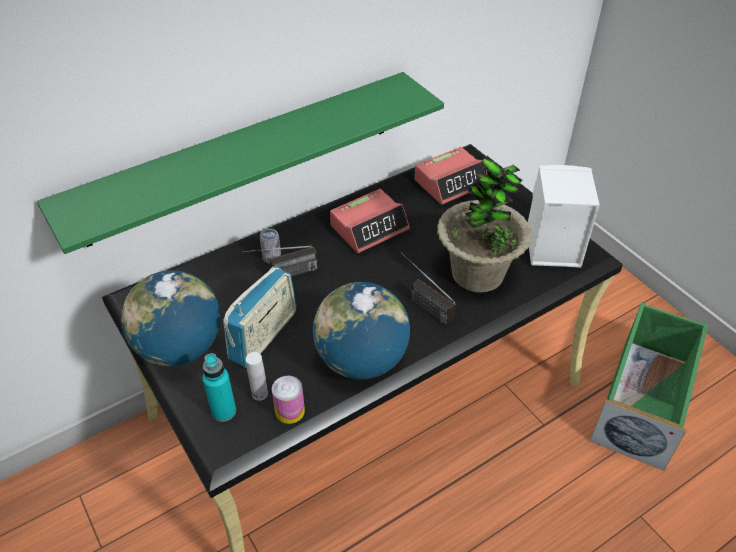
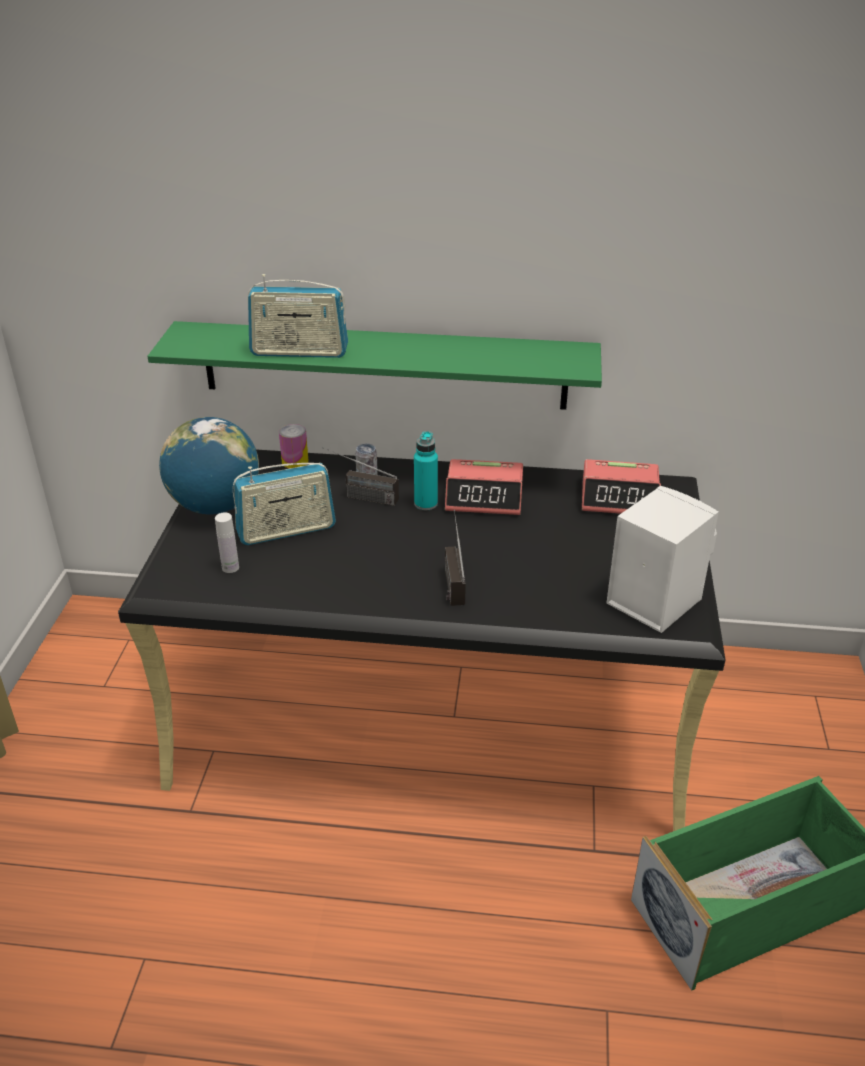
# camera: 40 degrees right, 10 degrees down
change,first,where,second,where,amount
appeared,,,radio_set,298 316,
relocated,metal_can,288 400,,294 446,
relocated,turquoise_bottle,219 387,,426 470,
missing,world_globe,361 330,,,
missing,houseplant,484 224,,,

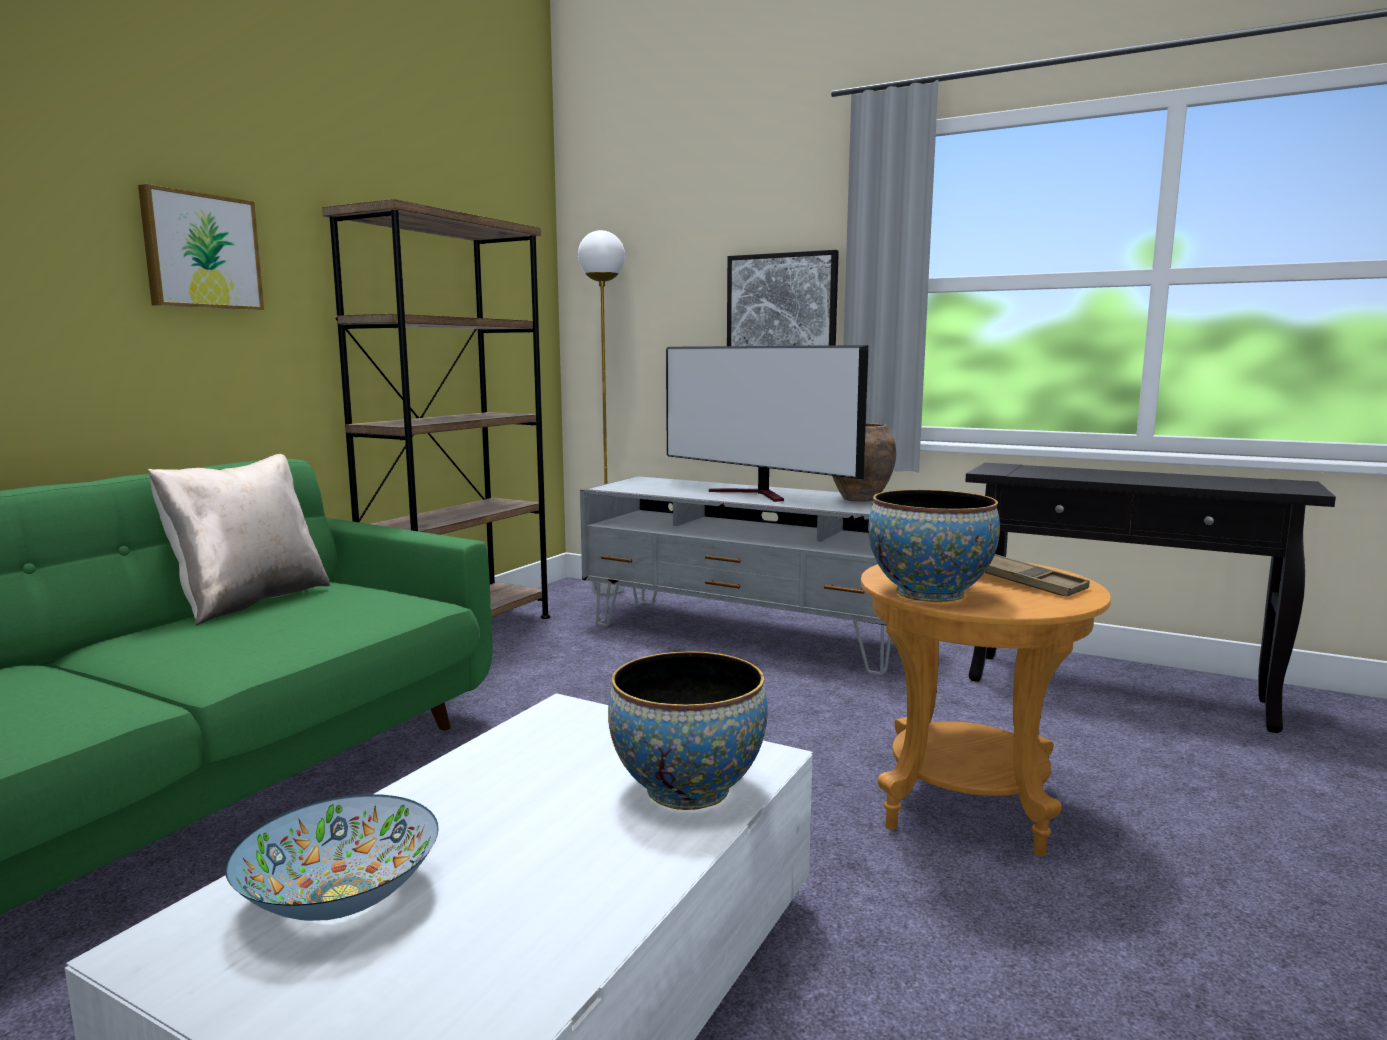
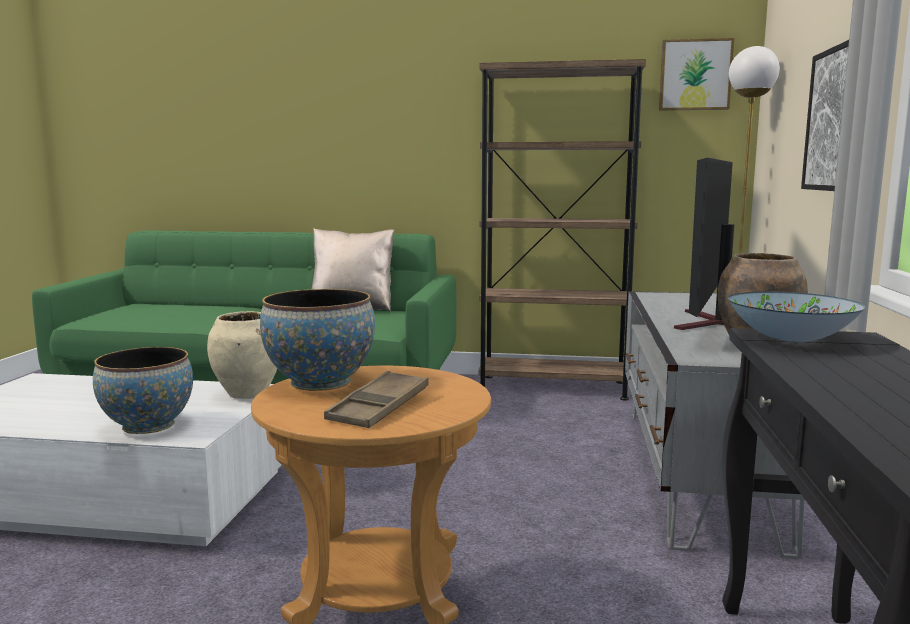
# camera: 70 degrees right, 0 degrees up
change,first,where,second,where,amount
appeared,,,beige-coloured_vase,242 355,
relocated,picture,201 247,,696 74,
relocated,deep_dish,332 857,,796 317,

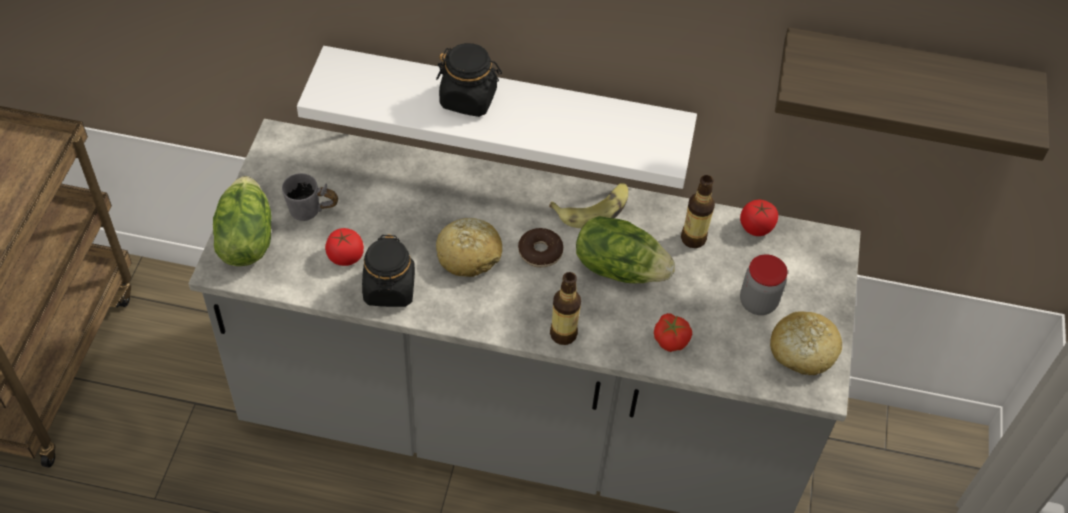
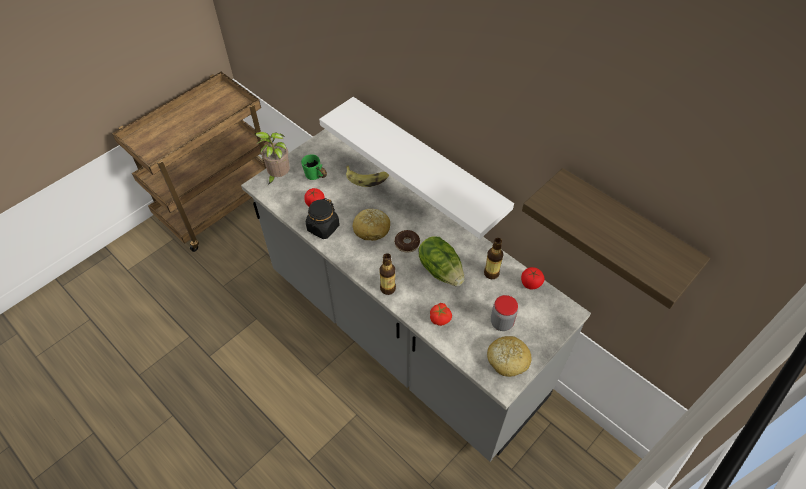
# camera: 35 degrees right, 0 degrees up
change,first,where,second,where,amount
exchanged,lettuce,242 221,houseplant,272 158,
colour,gray_coffee_mug,310 197,greenish_coffee_mug,314 167,
relocated,whole_banana,588 205,,367 176,
missing,black-coloured_preserve_jar,469 80,,,

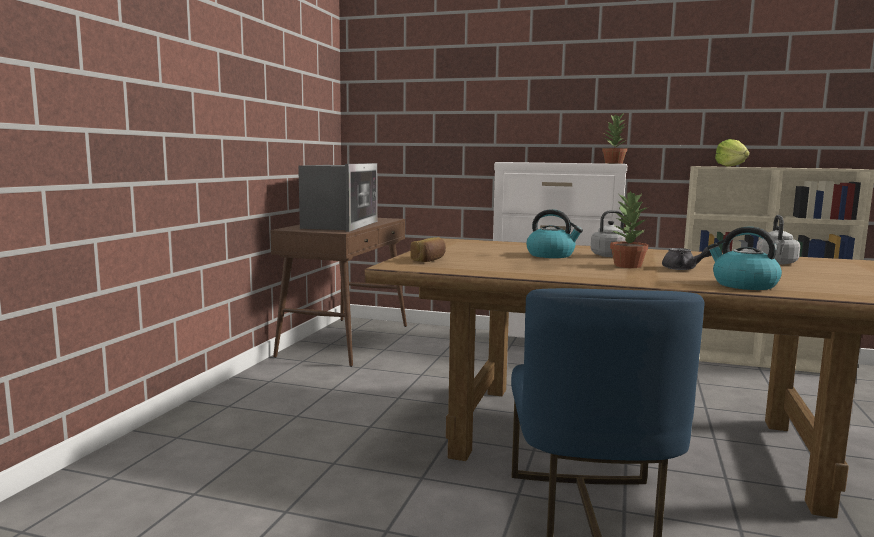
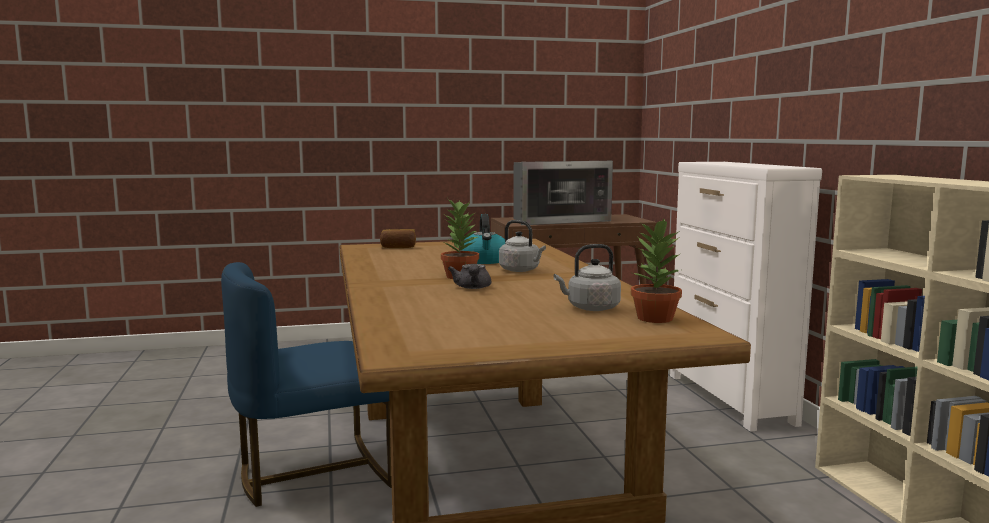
# camera: 60 degrees right, 0 degrees up
change,first,where,second,where,amount
relocated,houseplant,614 138,,656 271,
missing,tea_kettle,744 258,,,
missing,lettuce,732 152,,,

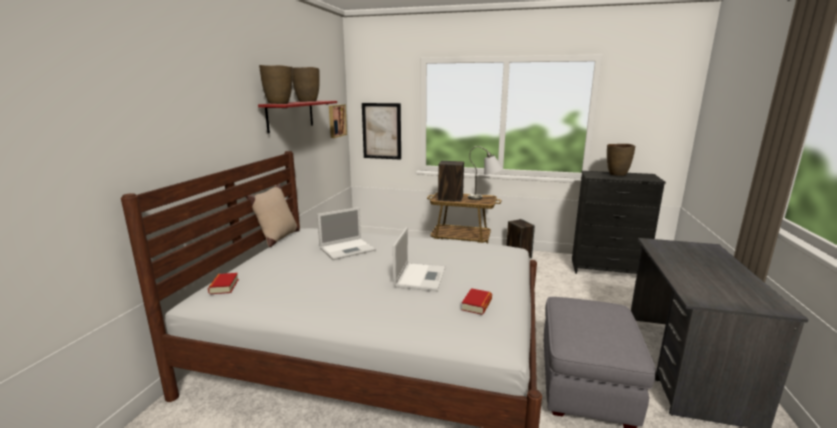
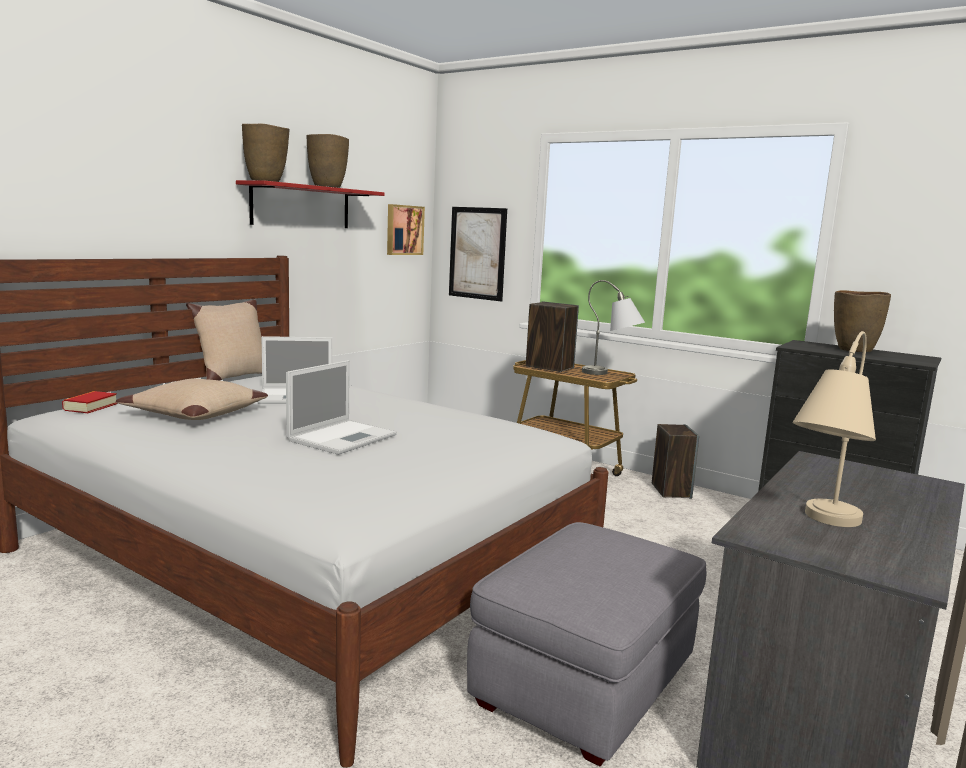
# camera: 20 degrees right, 5 degrees down
change,first,where,second,where,amount
appeared,,,beige-coloured_pillow,192 399,
appeared,,,beige-coloured_tabletop_lamp,834 429,
missing,bound_book,477 301,,,

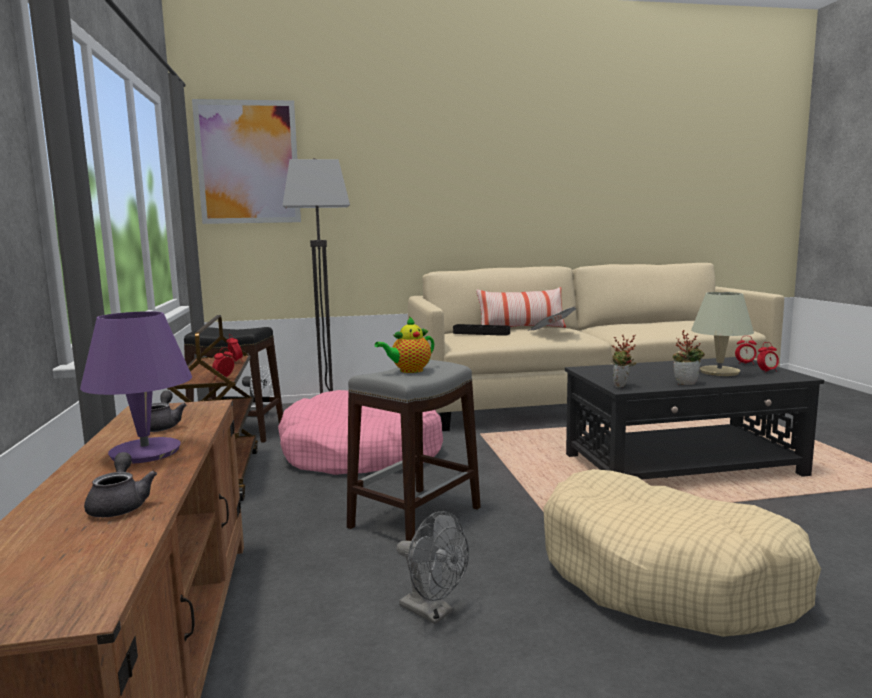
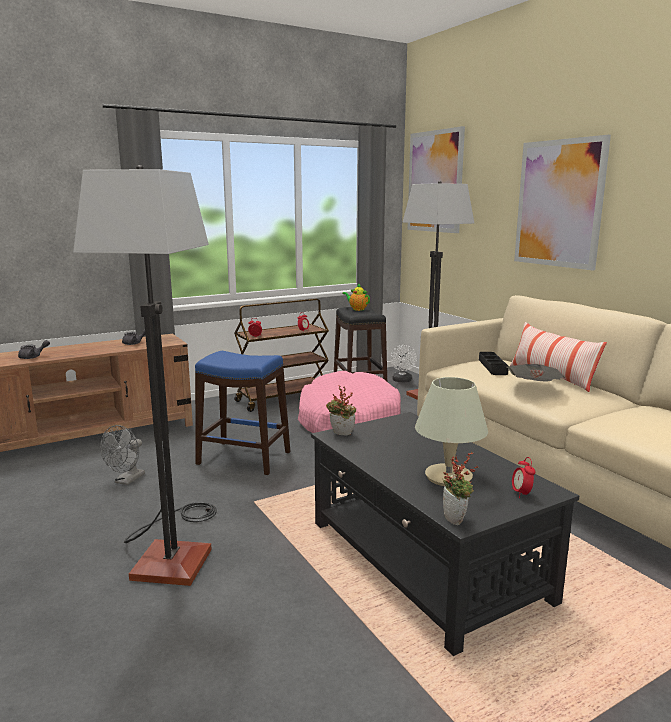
# camera: 70 degrees right, 5 degrees up
change,first,where,second,where,amount
exchanged,beige-coloured_pet_bed,682 553,standard_lamp,145 375,
colour,gray_sitting_stool,414 450,blue_sitting_stool,243 413,
relocated,teapot,404 344,,356 297,
relocated,houseplant,689 357,,460 488,
appeared,,,picture,562 202,
missing,purple-coloured_tabletop_lamp,136 387,,,
missing,alarm_clock,768 357,,,

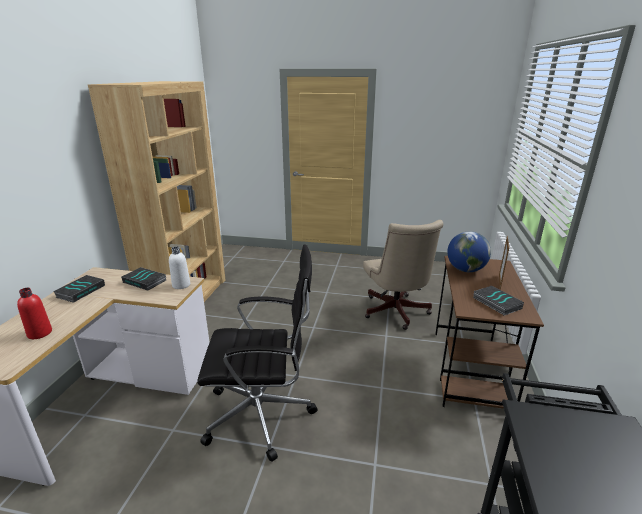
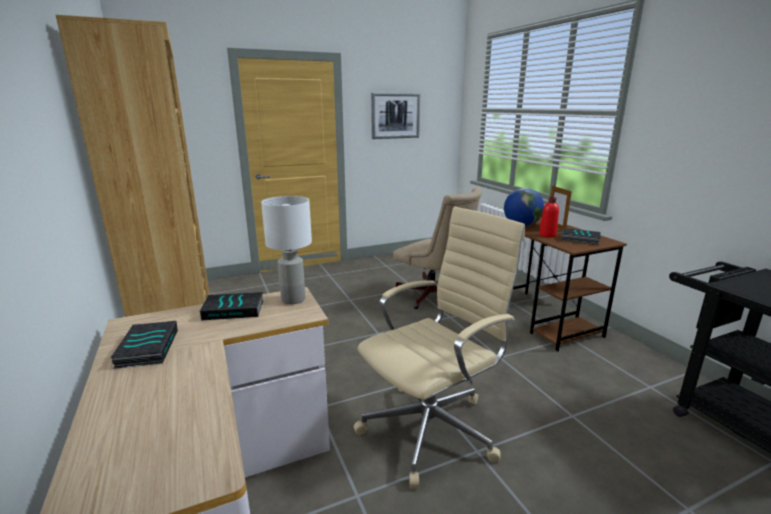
# camera: 35 degrees left, 5 degrees down
change,first,where,second,where,amount
exchanged,white_bottle,179 267,white_tabletop_lamp,286 250,
colour,black-coloured_desk_chair,257 353,beige-coloured_desk_chair,439 347,
appeared,,,picture,395 116,
relocated,reddish_bottle,34 313,,549 217,

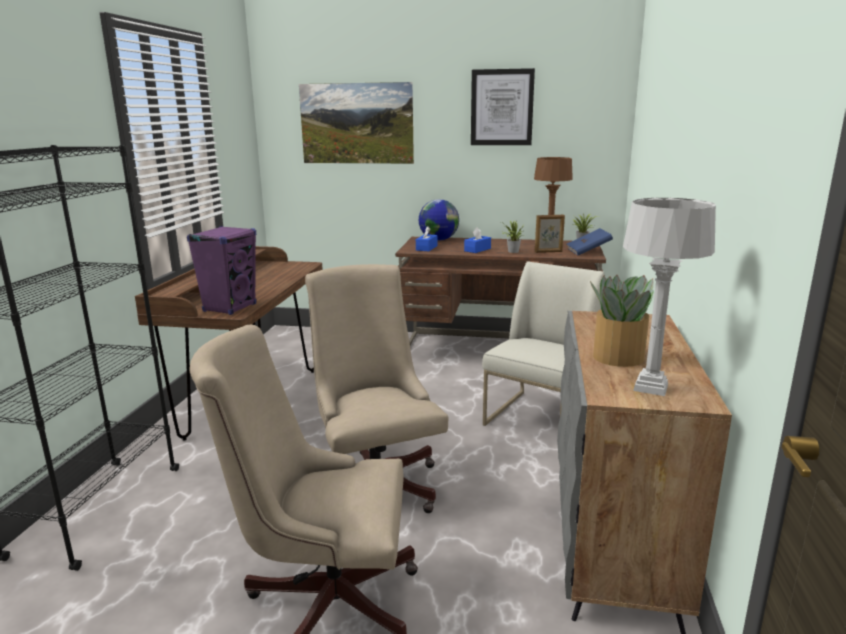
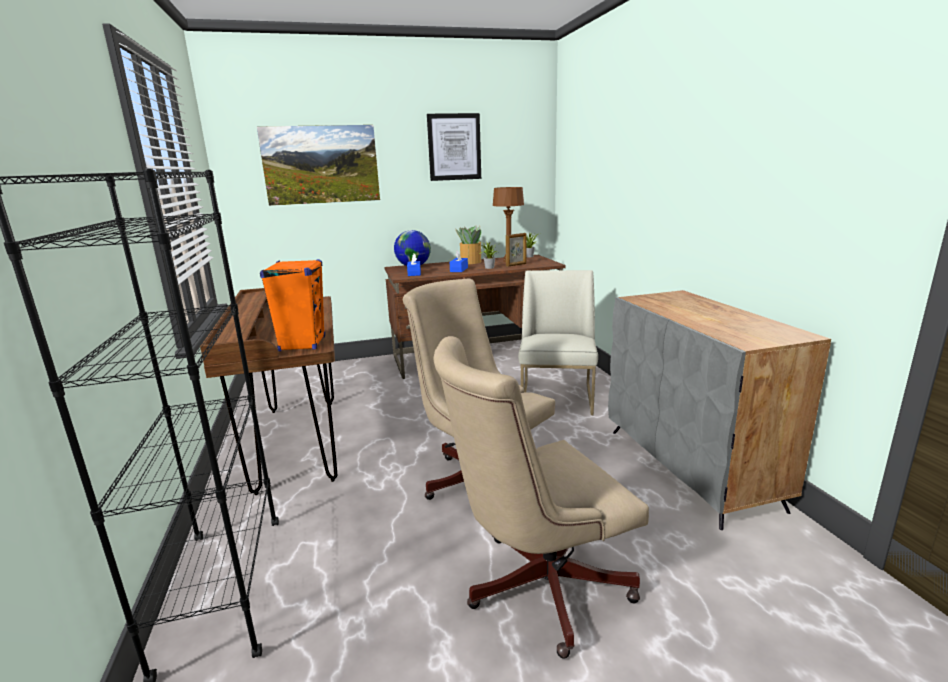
# camera: 25 degrees left, 0 degrees up
change,first,where,second,where,amount
colour,purple-coloured_loudspeaker,222 270,orange-coloured_loudspeaker,292 305,
relocated,houseplant,622 321,,468 245,
missing,blue_bound_book,590 241,,,
missing,gray_tabletop_lamp,669 297,,,

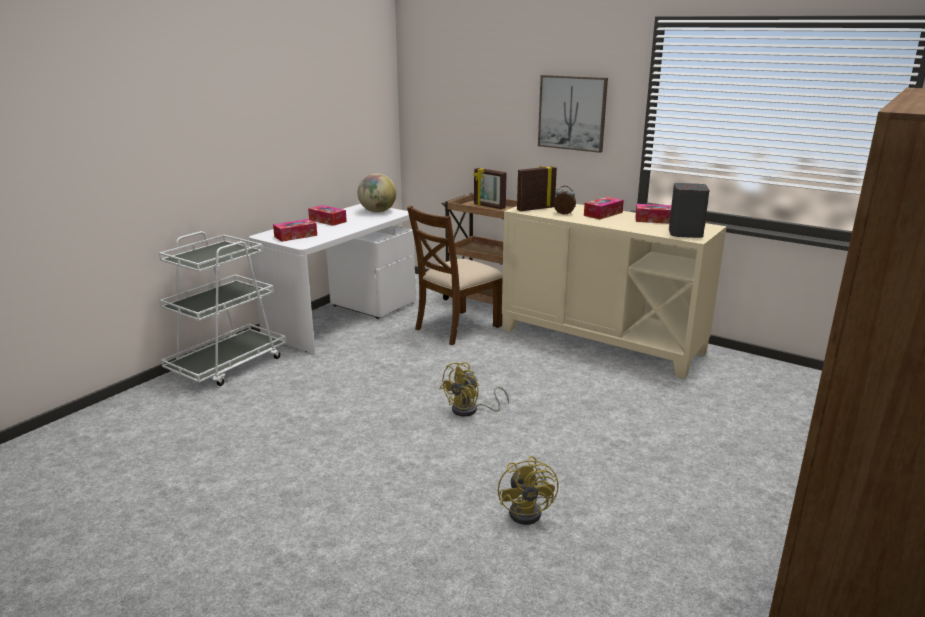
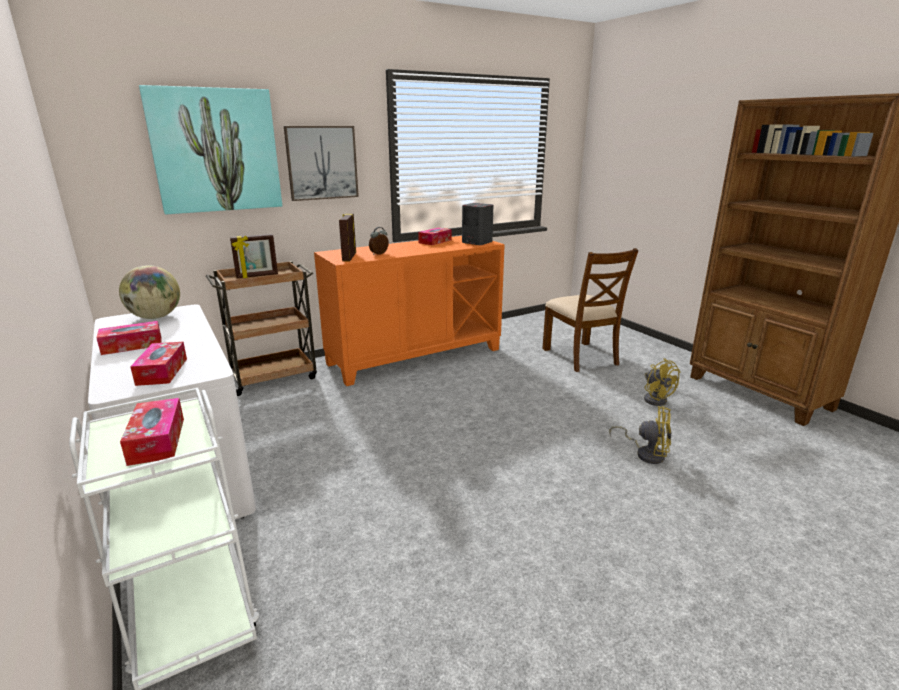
# camera: 65 degrees left, 0 degrees up
change,first,where,second,where,amount
relocated,tissue_holder,604 208,,152 432,
appeared,,,picture,210 149,
colour,beige-coloured_storage_cabinet,614 291,orange-coloured_storage_cabinet,409 311,
relocated,brown_upright_chair,455 275,,590 310,
relocated,yellow-coloured_cooling_fan,474 389,,662 382,

